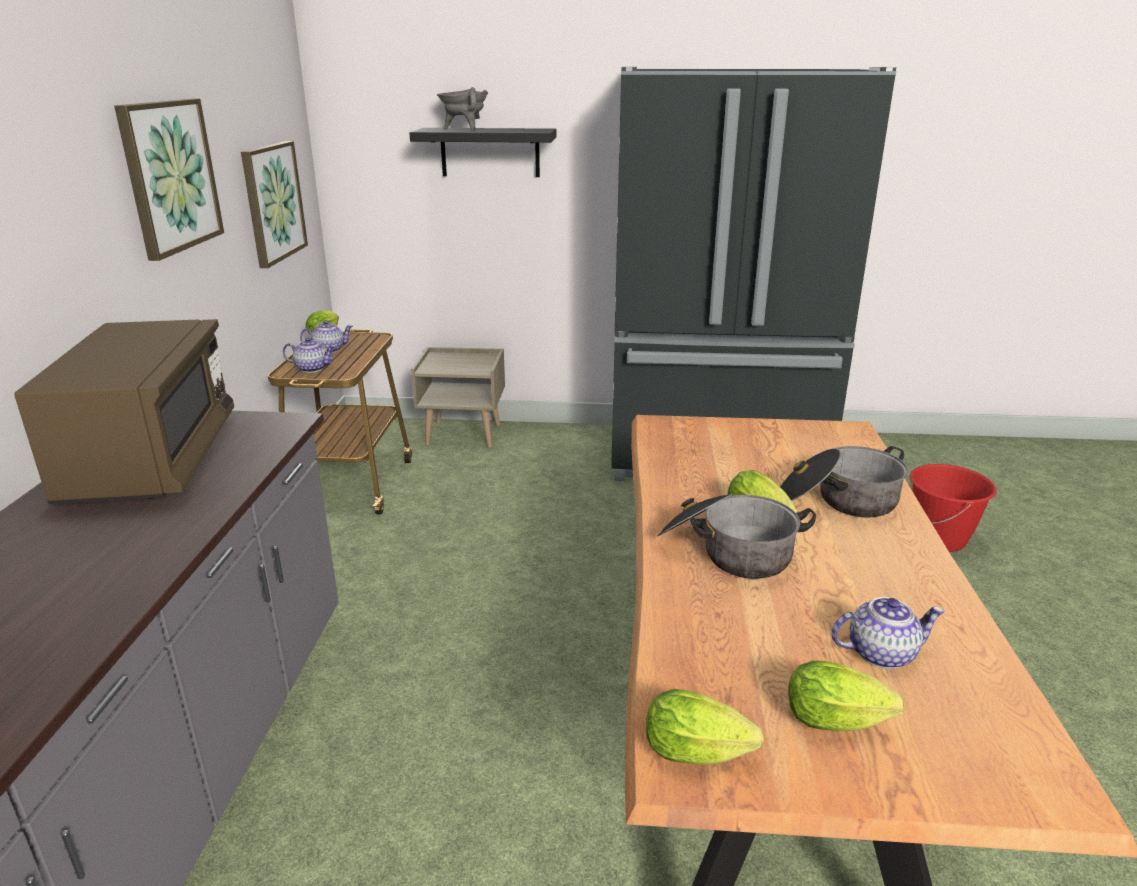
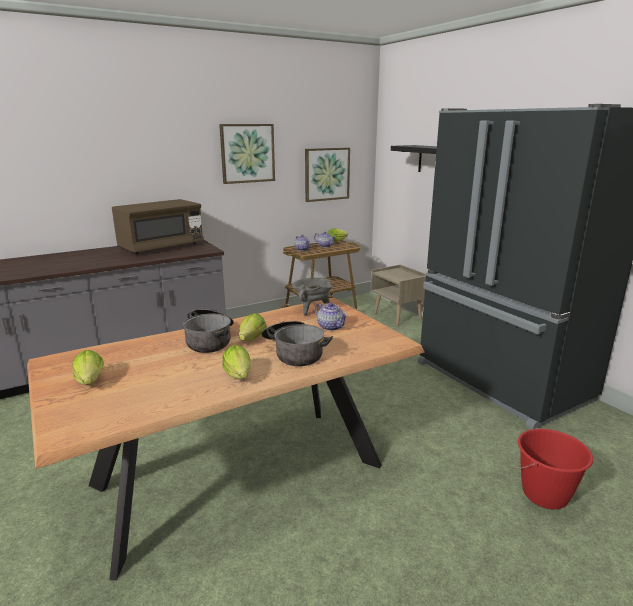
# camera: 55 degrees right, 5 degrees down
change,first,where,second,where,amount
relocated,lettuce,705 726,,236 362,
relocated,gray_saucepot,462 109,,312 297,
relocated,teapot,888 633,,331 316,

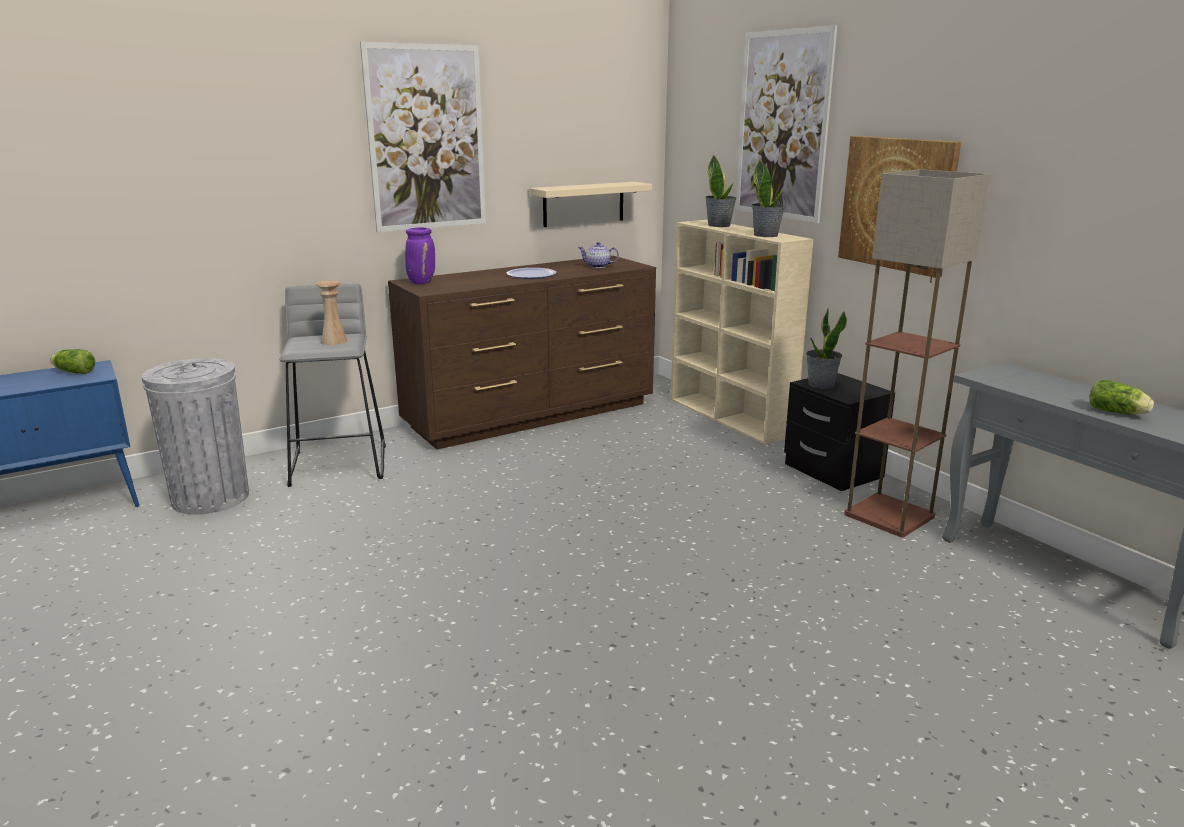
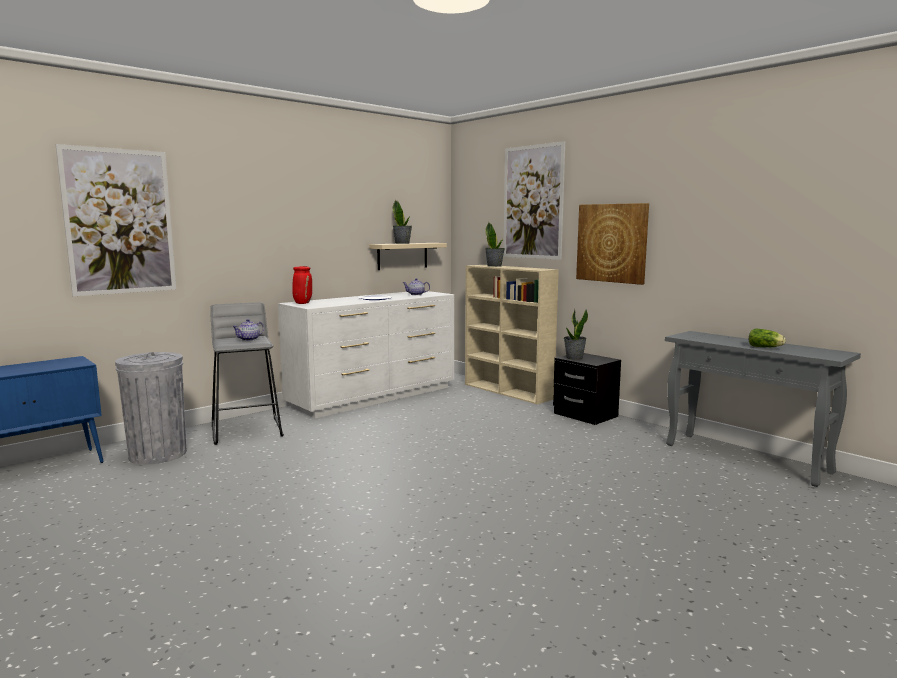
# camera: 10 degrees left, 10 degrees down
change,first,where,second,where,amount
relocated,picture,423 137,,115 220,
exchanged,beige-coloured_vase,331 313,teapot,248 330,
colour,brown_dresser,522 352,white_dresser,366 355,
colour,purple-coloured_vase,420 255,reddish_vase,302 285,
relocated,houseplant,768 198,,402 222,
missing,lettuce,72 361,,,
missing,standard_lamp,917 353,,,

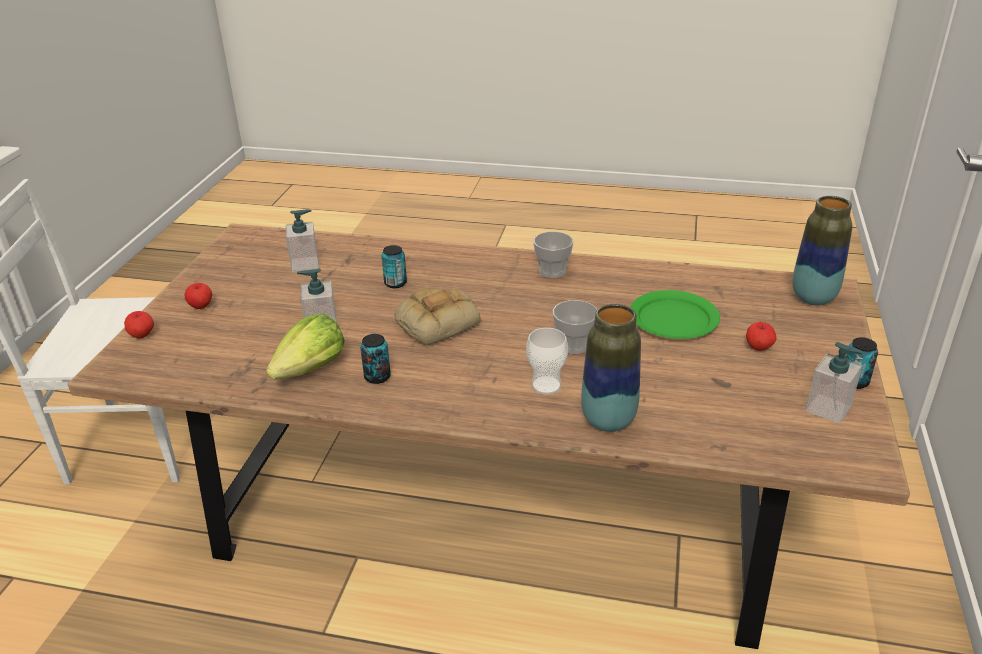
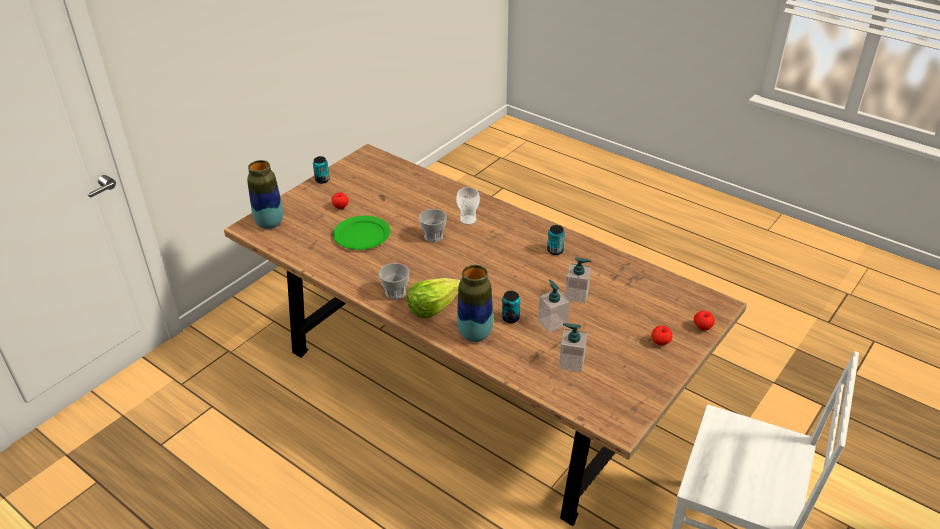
# camera: 155 degrees left, 5 degrees up
change,first,where,second,where,amount
relocated,lettuce,305 346,,433 298,
relocated,vase,611 368,,475 303,
relocated,liquid_soap_bottle,835 383,,554 306,
missing,baked_bread,438 316,,,

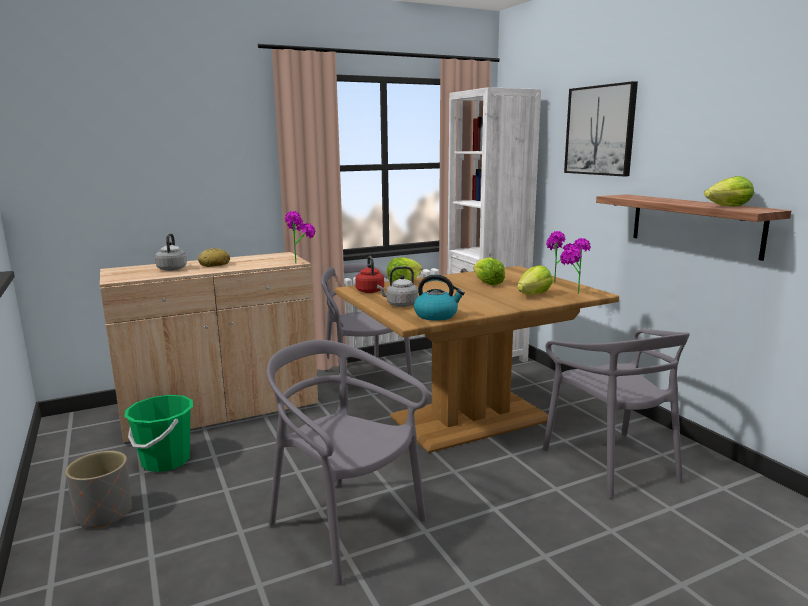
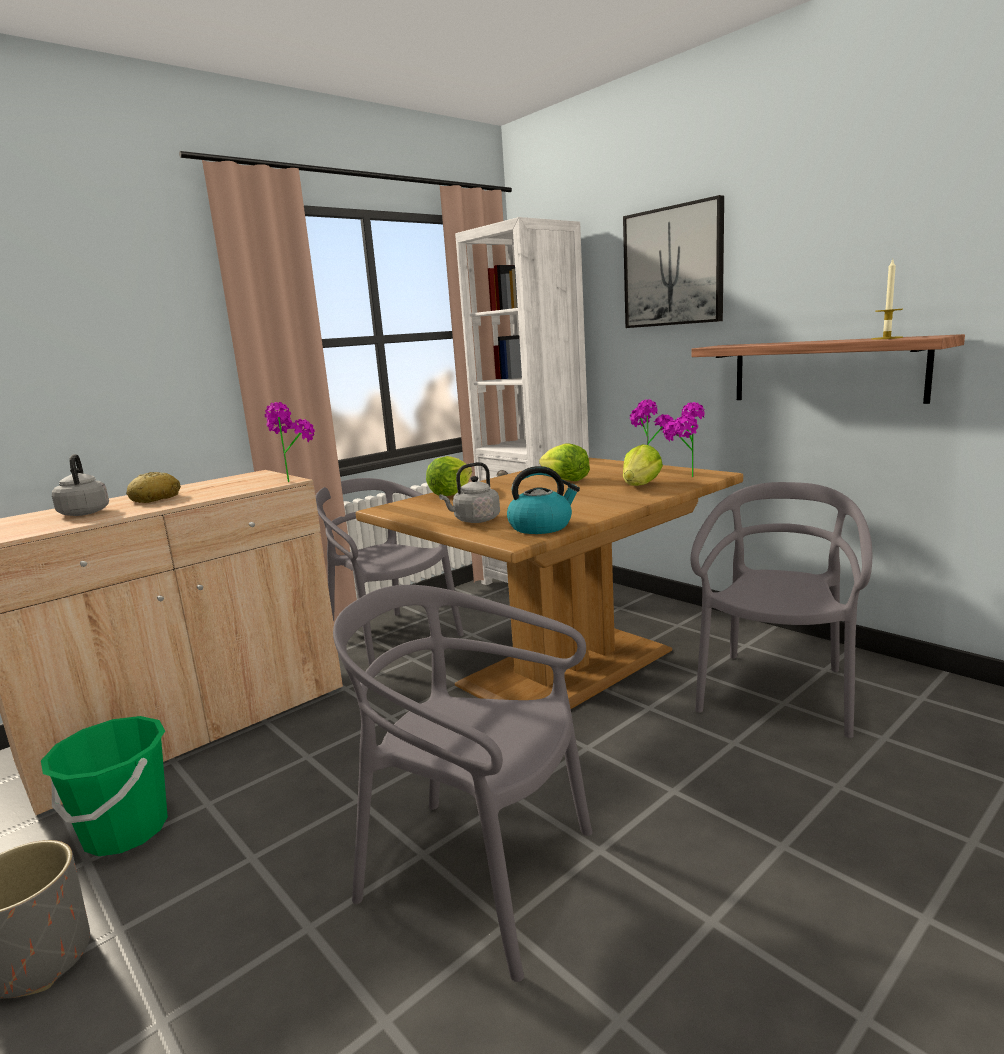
# camera: 15 degrees left, 0 degrees up
change,first,where,second,where,amount
spun,gray_upright_chair,616 414,,781 610,120 degrees counterclockwise
exchanged,lettuce,729 191,wax_light,887 299,
missing,reddish_tea_kettle,369 274,,,

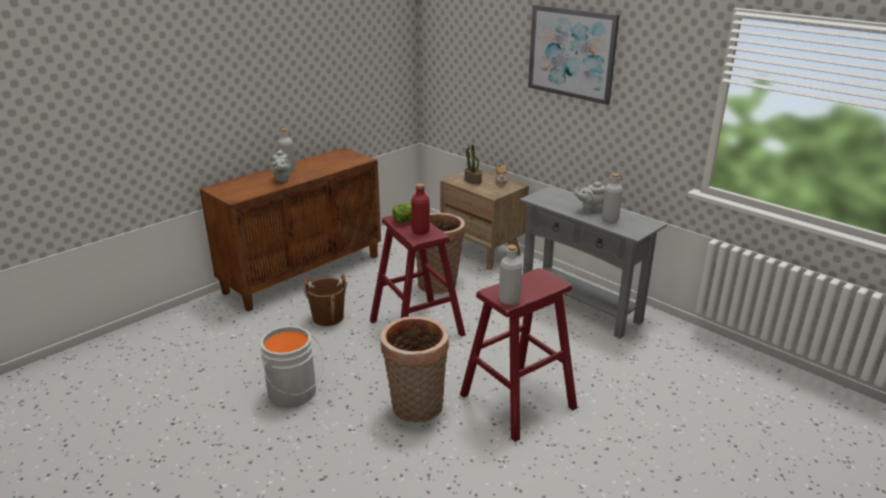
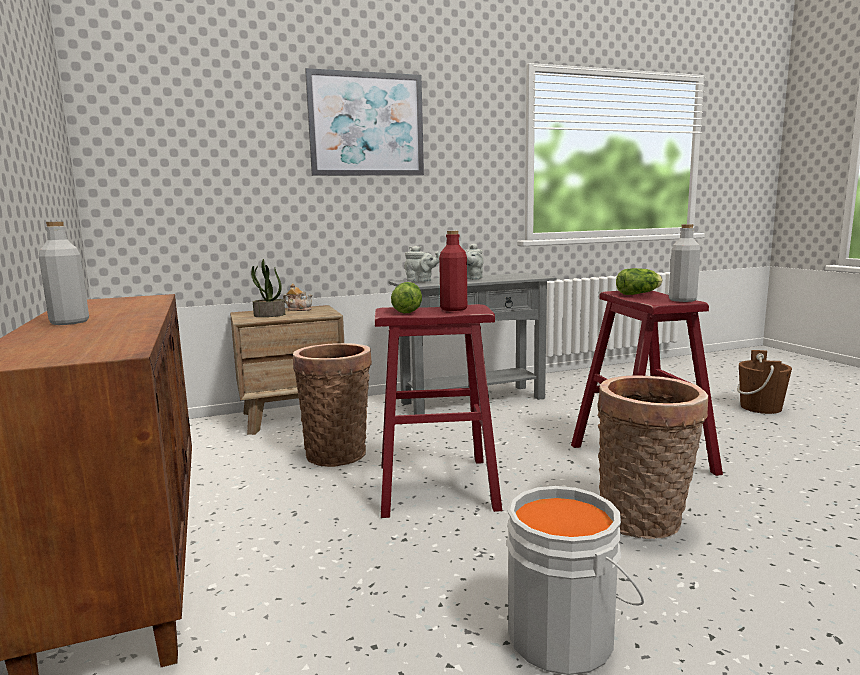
# camera: 65 degrees left, 15 degrees down
change,first,where,second,where,amount
relocated,gray_teapot,280 165,,422 264,
appeared,,,lettuce,639 281,
relocated,brown_bucket,325 300,,764 382,
missing,gray_bottle,612 198,,,

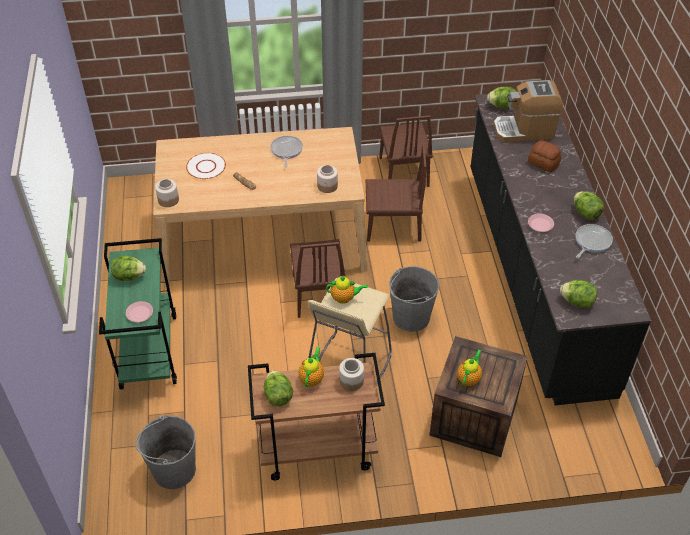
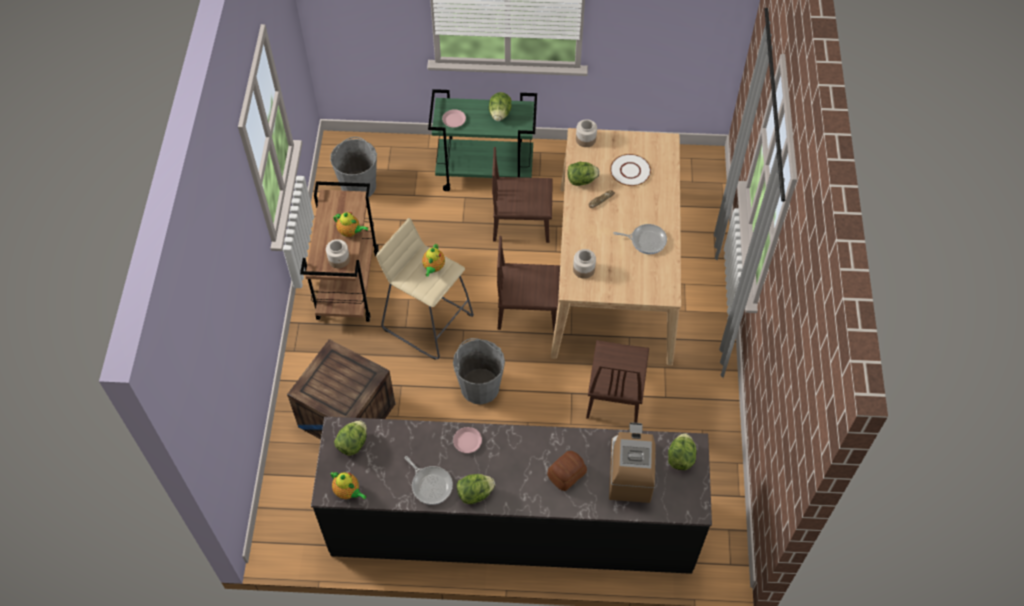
# camera: 100 degrees right, 10 degrees up
change,first,where,second,where,amount
relocated,teapot,469 367,,348 485,
relocated,brown_upright_chair,406 151,,522 195,
relocated,lettuce,278 389,,583 174,

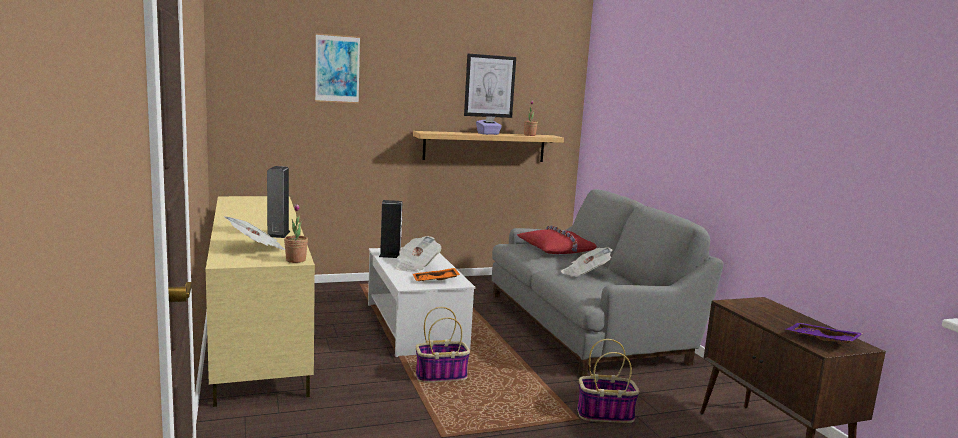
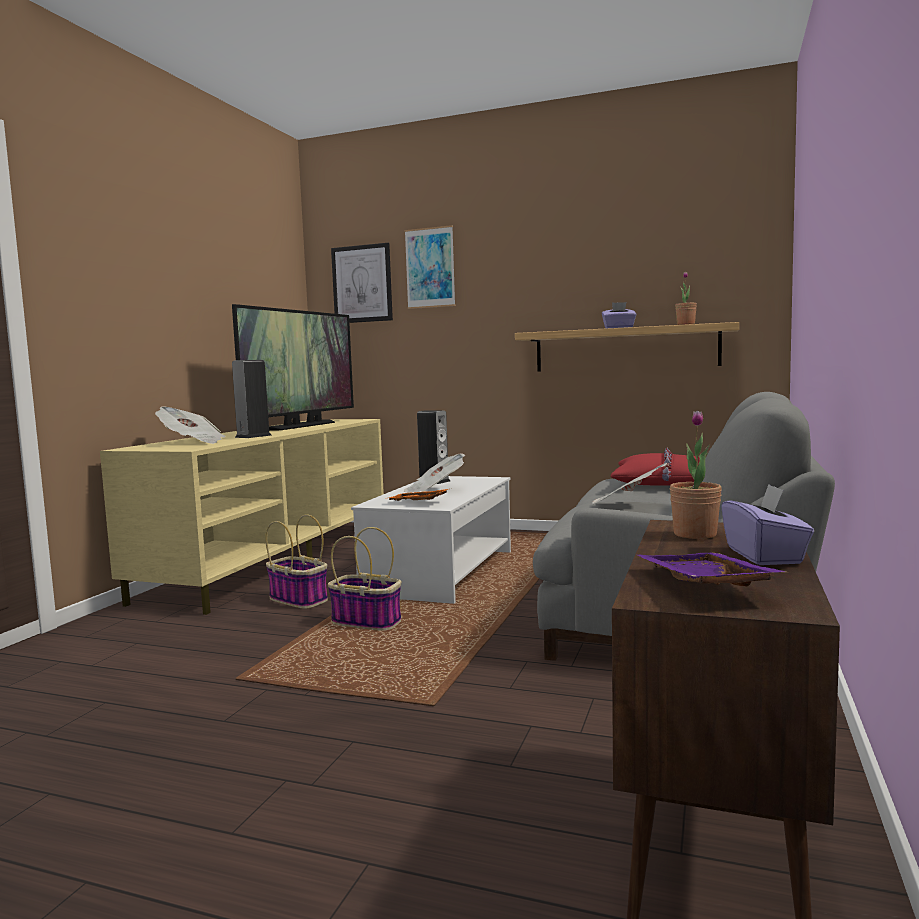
# camera: 40 degrees right, 5 degrees down
change,first,where,second,where,amount
appeared,,,TV,293 367,
relocated,household_basket,608 381,,296 561,
relocated,picture,490 86,,362 283,
relocated,houseplant,296 233,,696 475,
appeared,,,purple-coloured_tissue_holder,767 524,

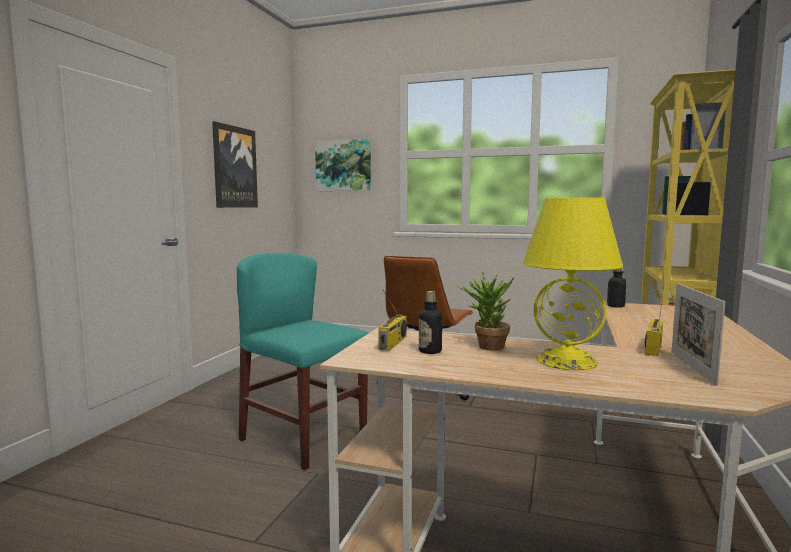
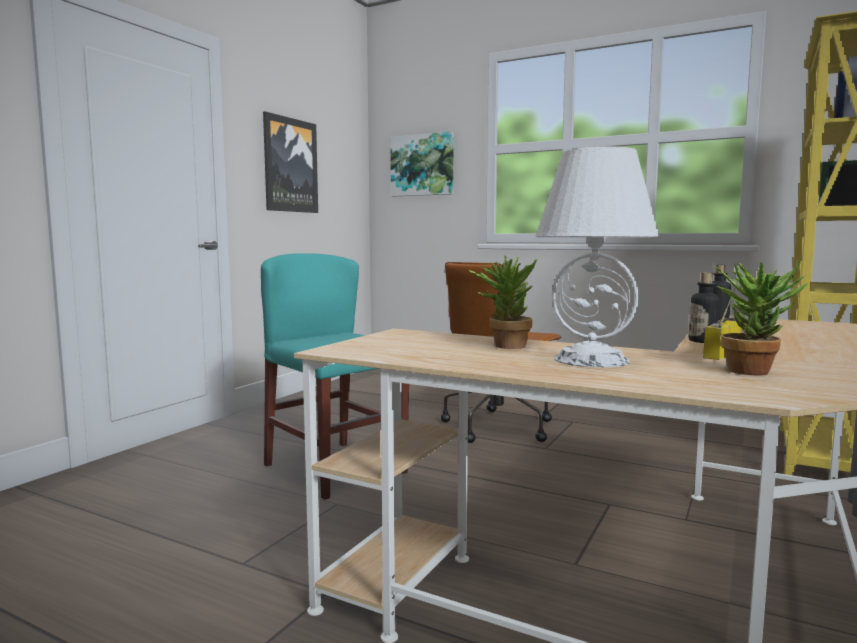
# camera: 10 degrees right, 0 degrees up
change,first,where,second,where,amount
colour,yellow-coloured_tabletop_lamp,573 284,white_tabletop_lamp,597 257,
relocated,bottle,430 322,,704 307,
exchanged,picture_frame,698 334,houseplant,760 318,
missing,radio_set,392 320,,,

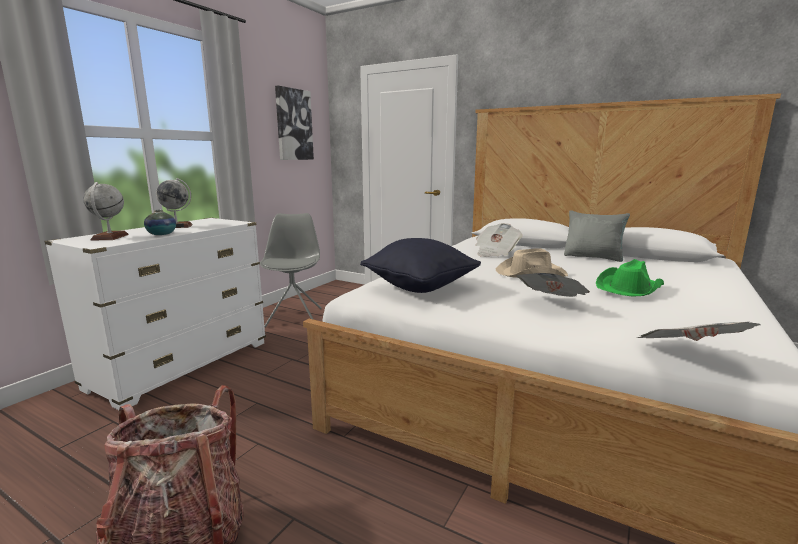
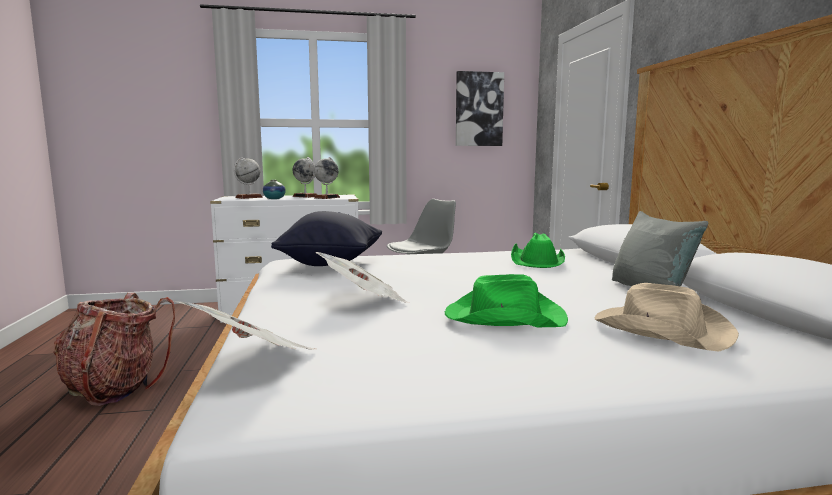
# camera: 50 degrees right, 5 degrees down
change,first,where,second,where,amount
appeared,,,world_globe,327 178,
exchanged,newspaper,499 240,greenish_wearable_hat,538 250,
relocated,beige-coloured_wearable_hat,532 263,,667 317,

